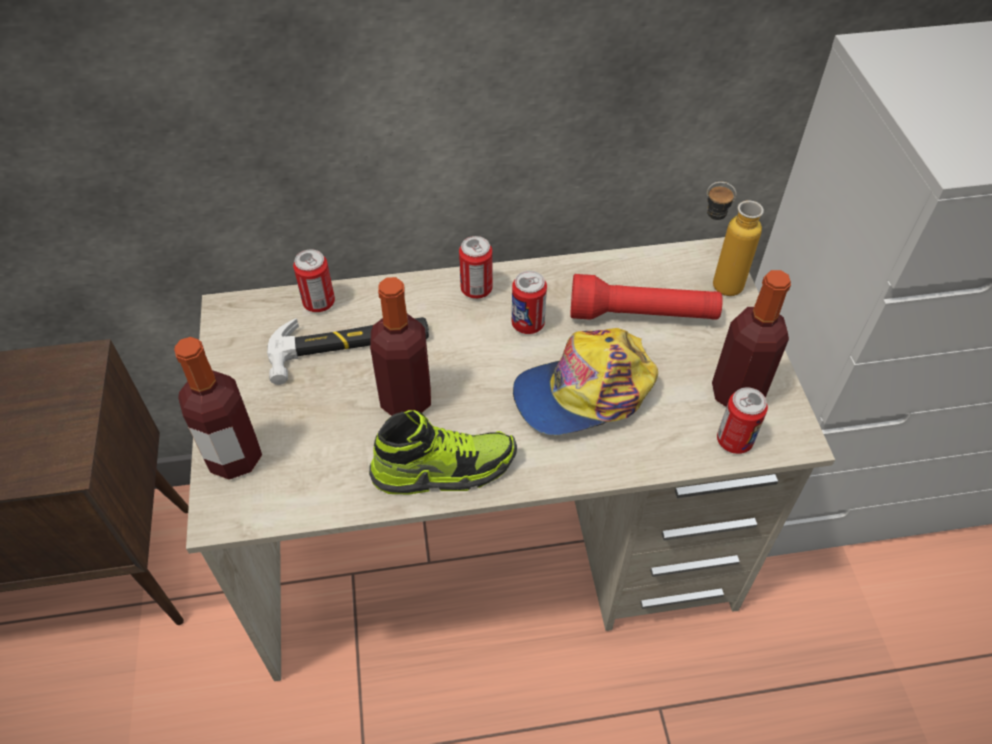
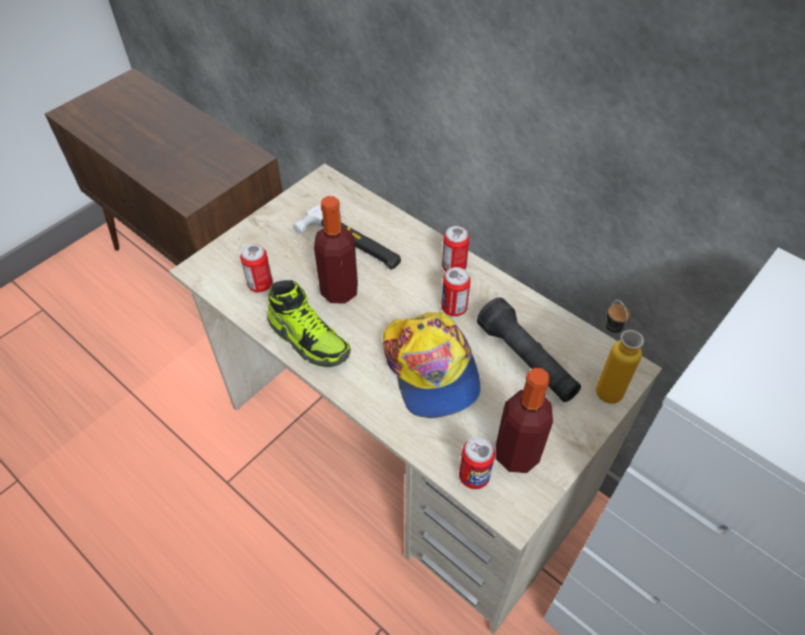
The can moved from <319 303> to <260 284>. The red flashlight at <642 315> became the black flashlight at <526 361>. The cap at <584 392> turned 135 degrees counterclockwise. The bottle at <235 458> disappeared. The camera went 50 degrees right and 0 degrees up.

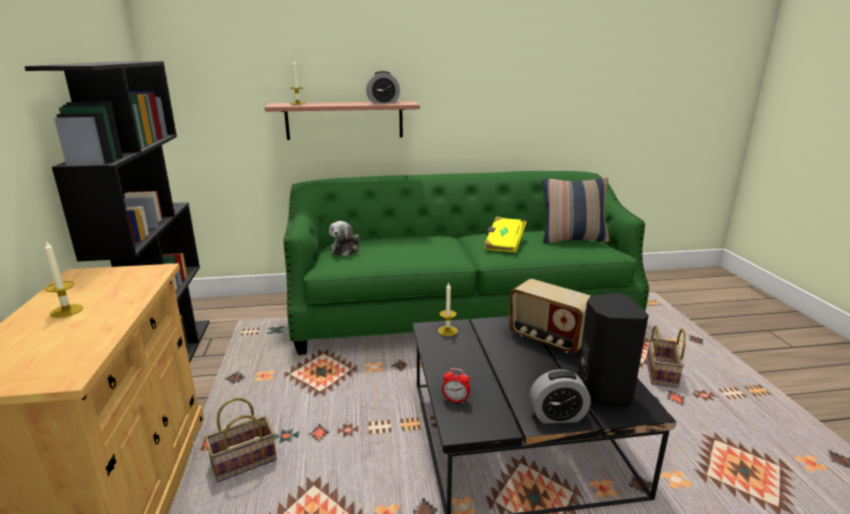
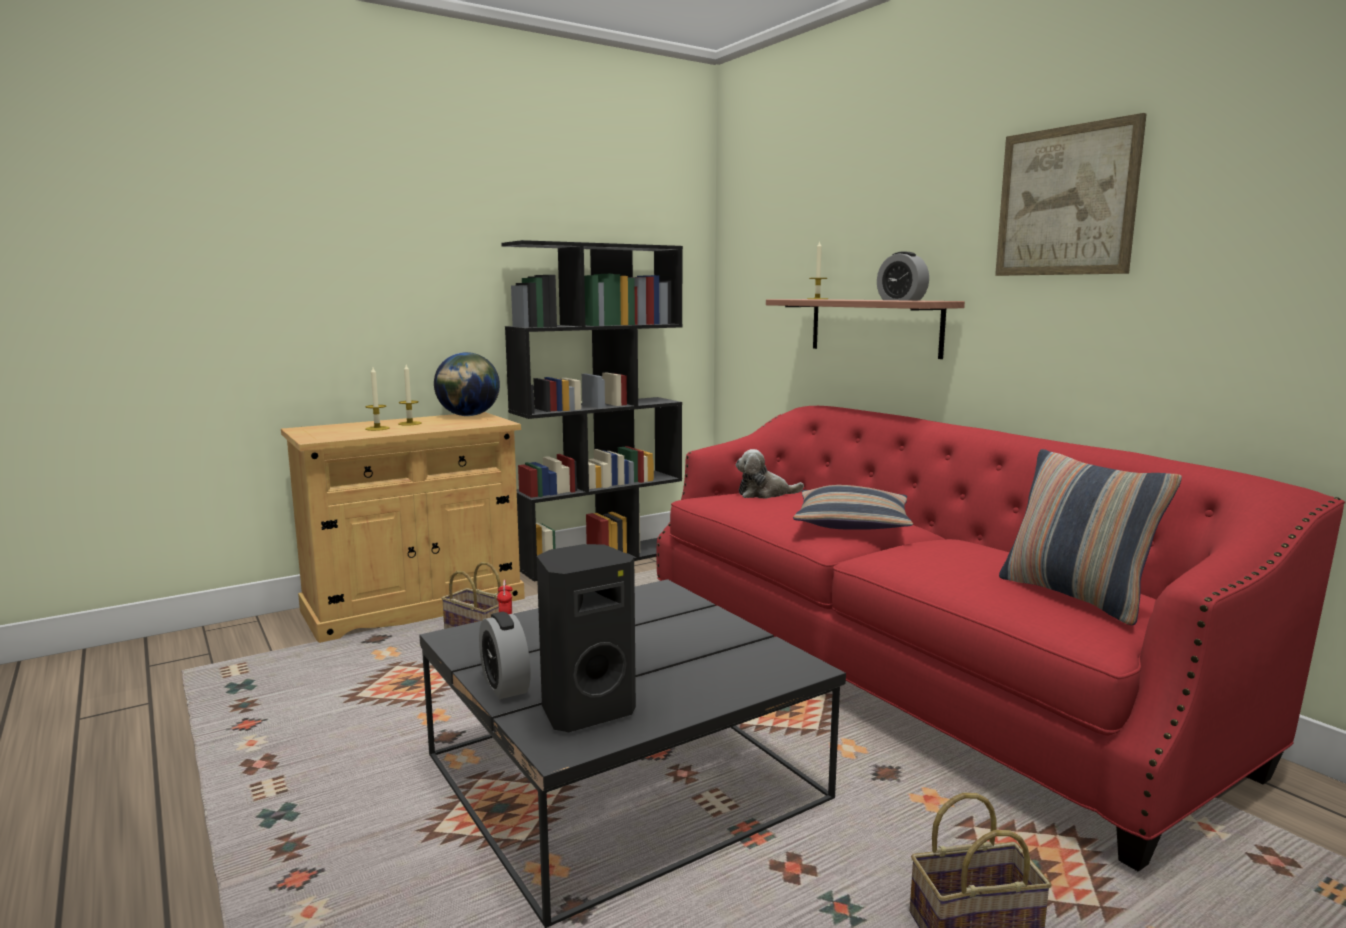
The green sofa at <460 312> became the red sofa at <909 671>. The yellow book at <503 244> disappeared. The radio at <548 339> disappeared. The candle moved from <447 331> to <377 428>. The picture at <1065 201> appeared. The globe at <468 416> appeared. The pillow at <852 523> appeared. The camera went 65 degrees right and 10 degrees down.

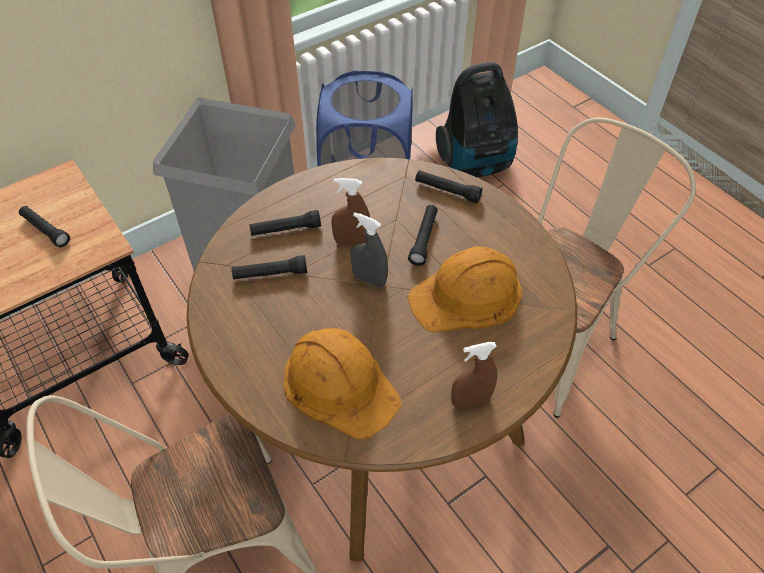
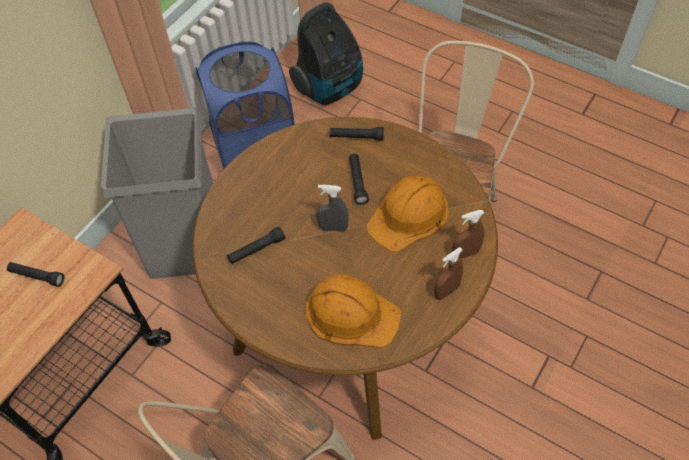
The brown spray bottle moved from <351 242> to <465 253>. The black flashlight at <286 230> disappeared. The camera went 20 degrees left and 5 degrees up.

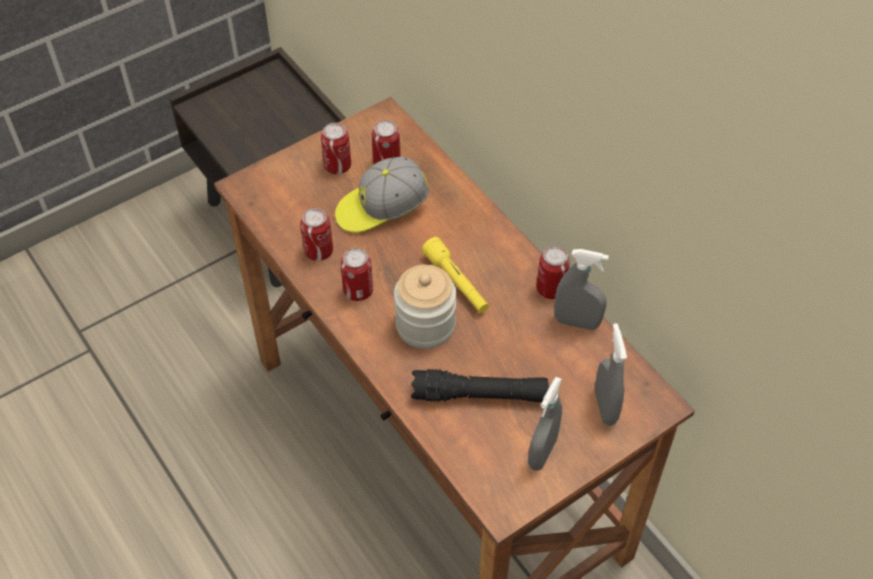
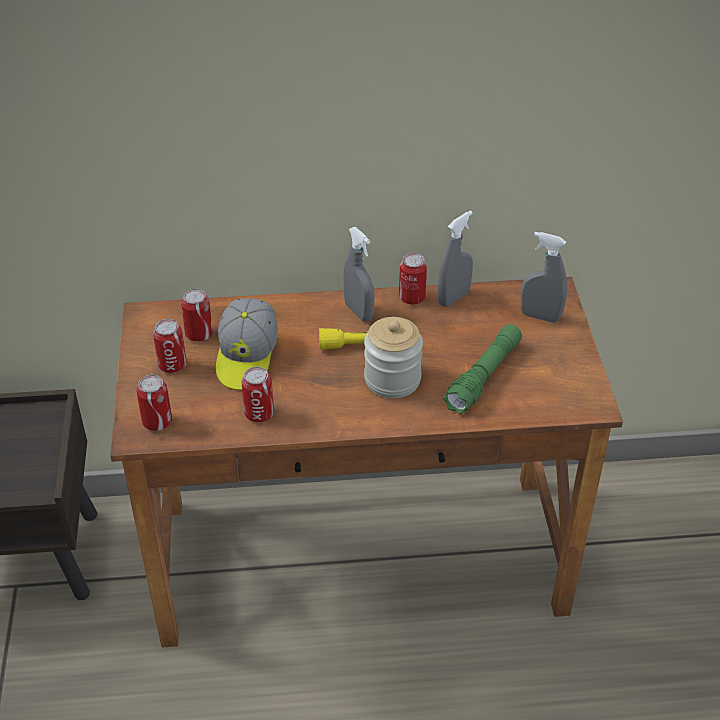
The can moved from <358 291> to <157 422>. The black flashlight at <479 395> became the green flashlight at <484 376>. The grey spray bottle moved from <542 452> to <358 312>. The camera went 60 degrees left and 10 degrees down.

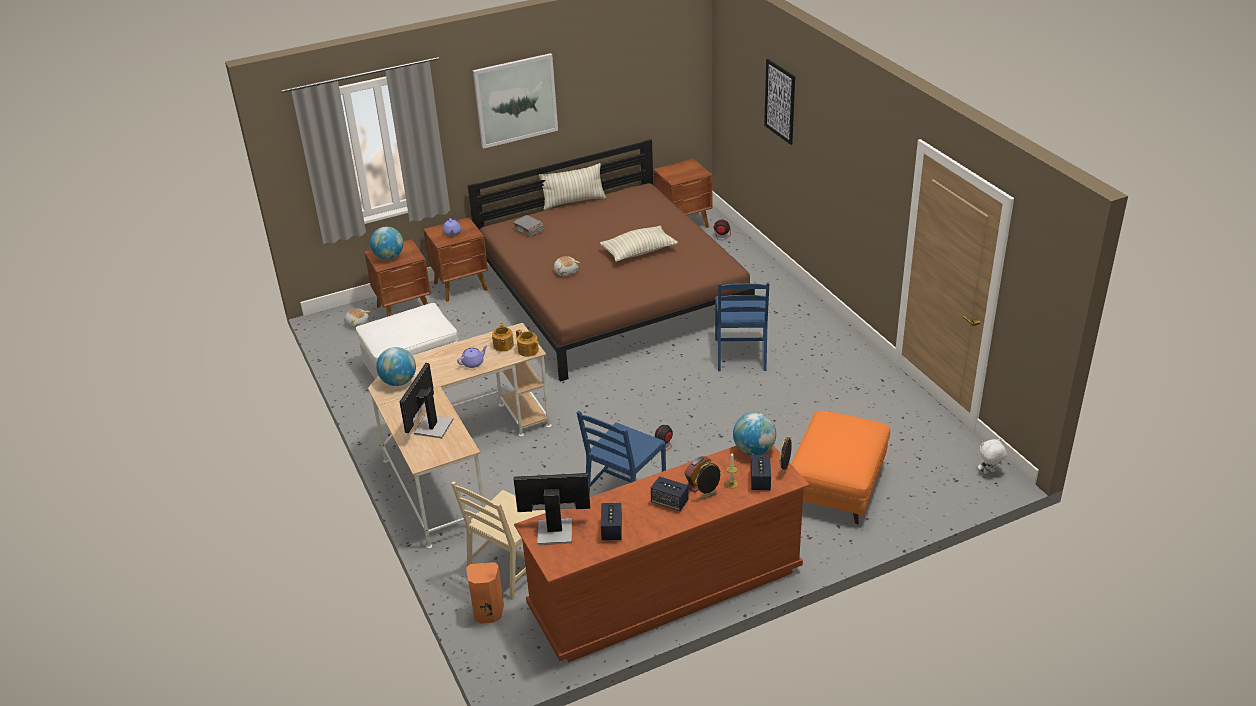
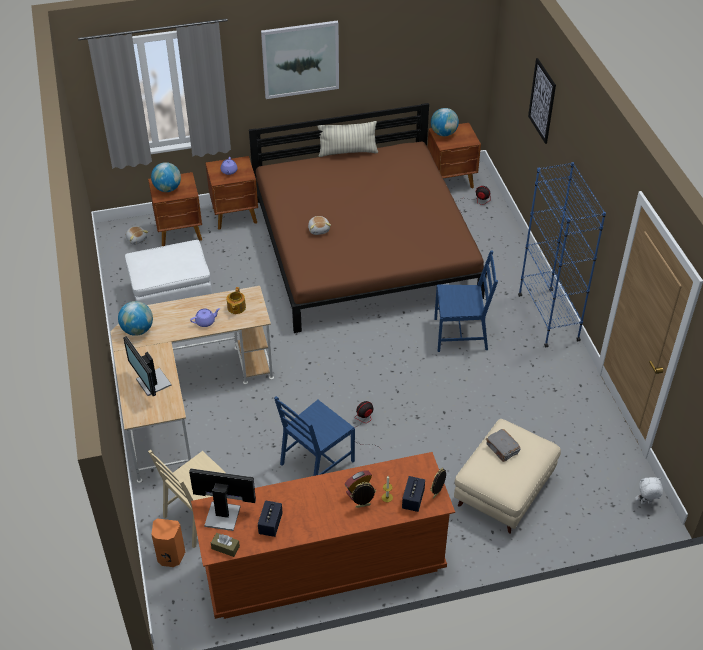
The grey book moved from <528 230> to <502 449>. The pillow at <639 252> disappeared. The blue chair at <741 355> turned 105 degrees counterclockwise. The teapot at <528 351> disappeared. The monitor at <431 427> turned 60 degrees counterclockwise. The orange ottoman at <837 487> became the beige ottoman at <504 491>. The globe moved from <754 450> to <443 133>. The speaker at <669 502> disappeared. The blue bookcase at <548 317> appeared. The brown tissue box at <225 547> appeared. The camera went 10 degrees right and 10 degrees up.

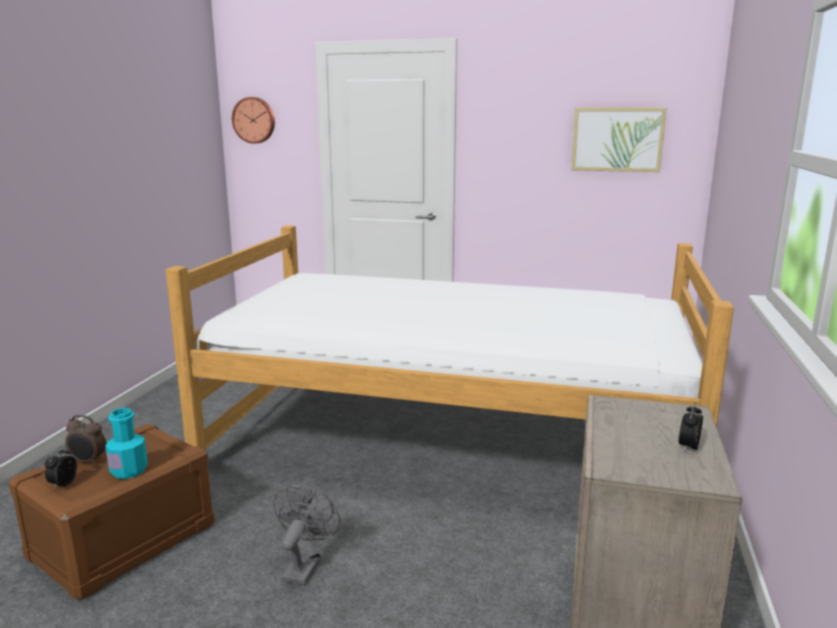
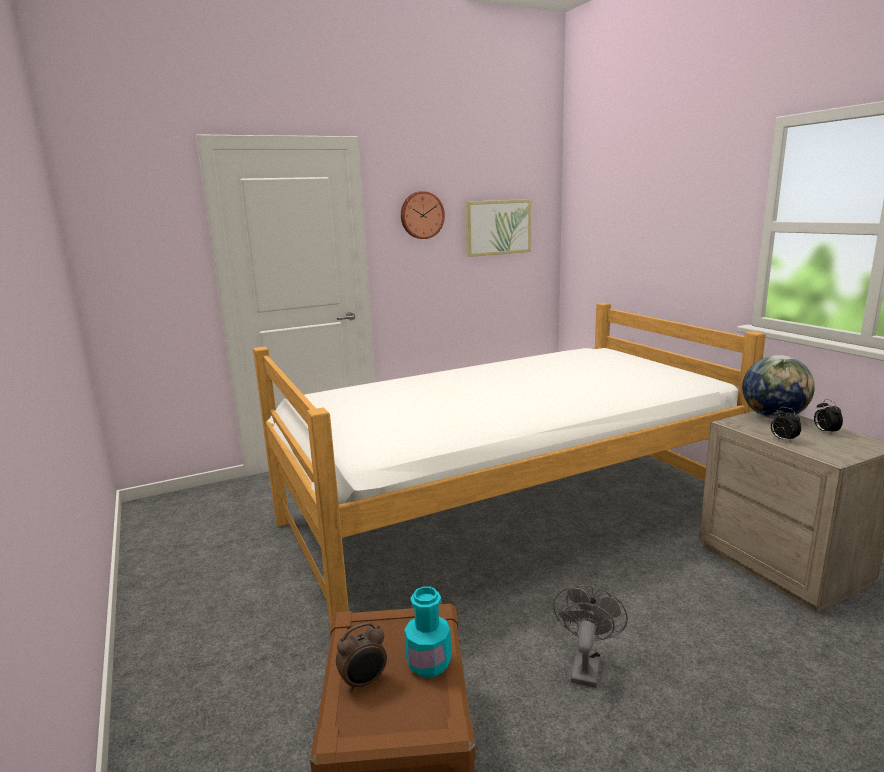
The wall clock moved from <254 120> to <421 215>. The alarm clock moved from <63 484> to <783 440>. The grey fan at <304 566> turned 45 degrees clockwise. The globe at <773 417> appeared. The camera went 40 degrees left and 0 degrees up.

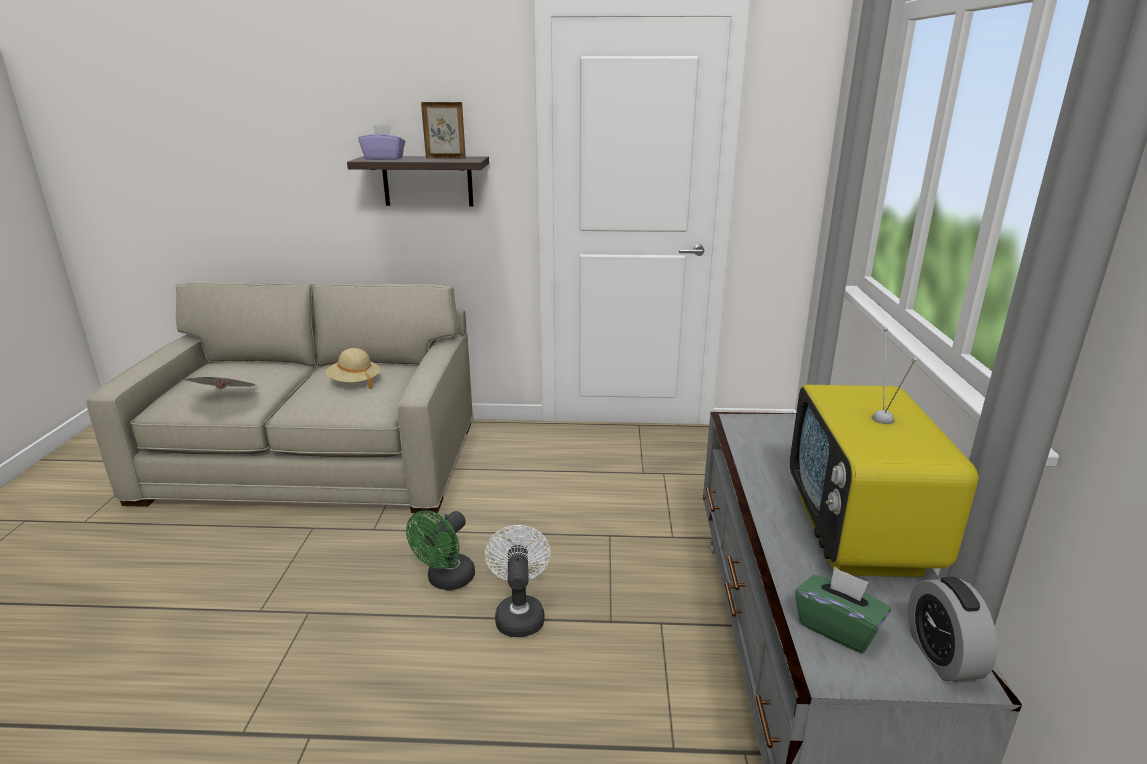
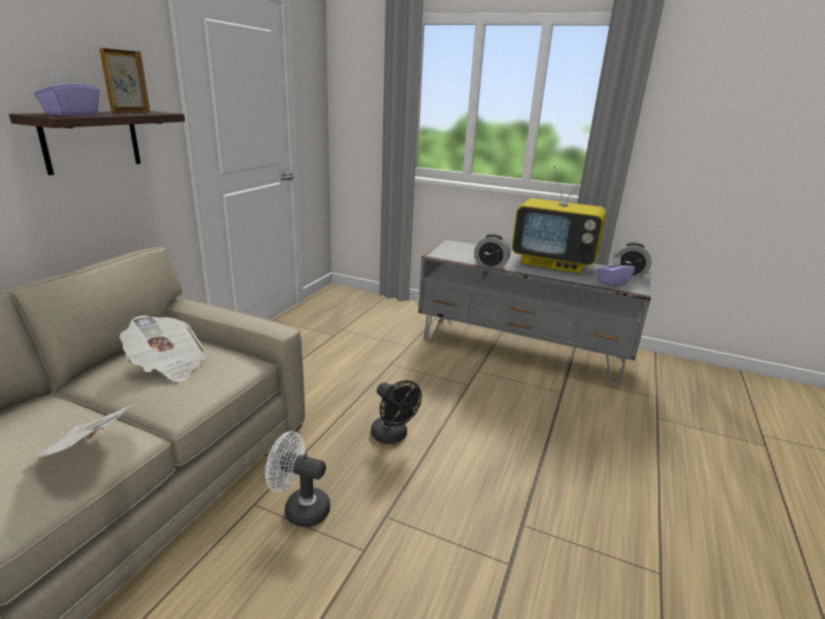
The beige hat at <354 382> was replaced by the newspaper at <168 365>. The green fan at <446 581> became the black fan at <393 436>. The white fan moved from <519 614> to <300 508>. The green tissue box at <837 628> became the purple tissue box at <612 282>. The alarm clock at <490 265> appeared. The camera went 70 degrees left and 0 degrees up.

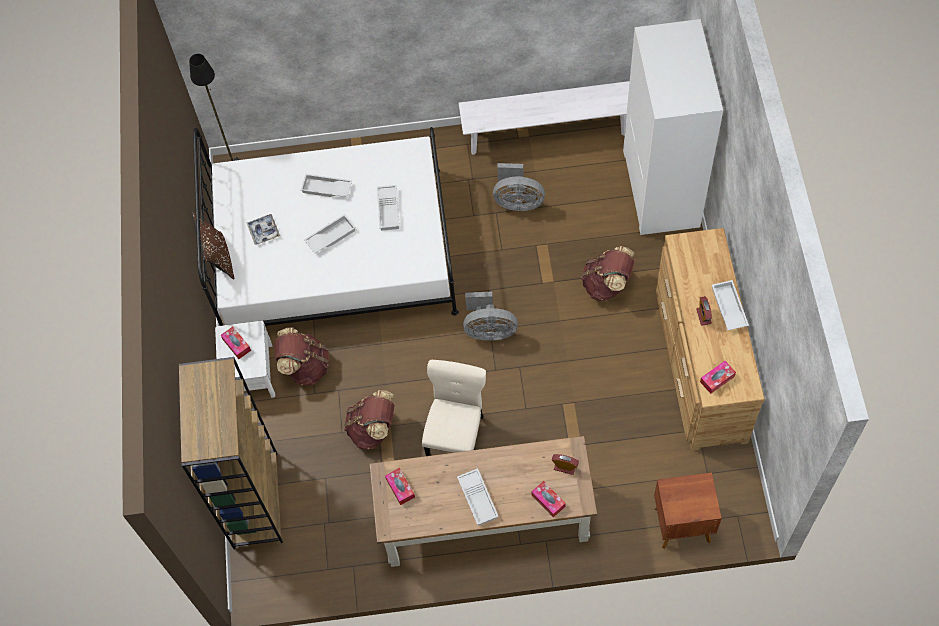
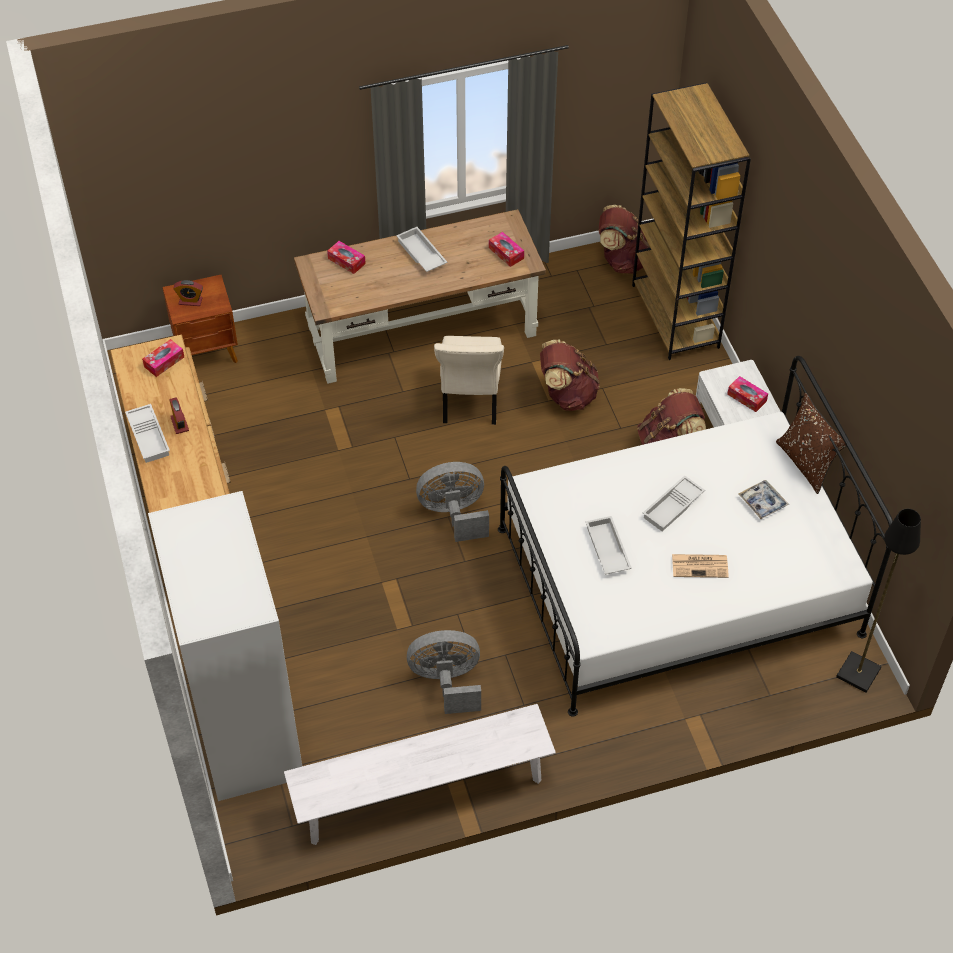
The white tray at <326 189> was replaced by the newspaper at <700 566>. The brown backpack moved from <607 285> to <622 260>. The alarm clock moved from <564 467> to <190 301>. The camera went 165 degrees right and 10 degrees down.

